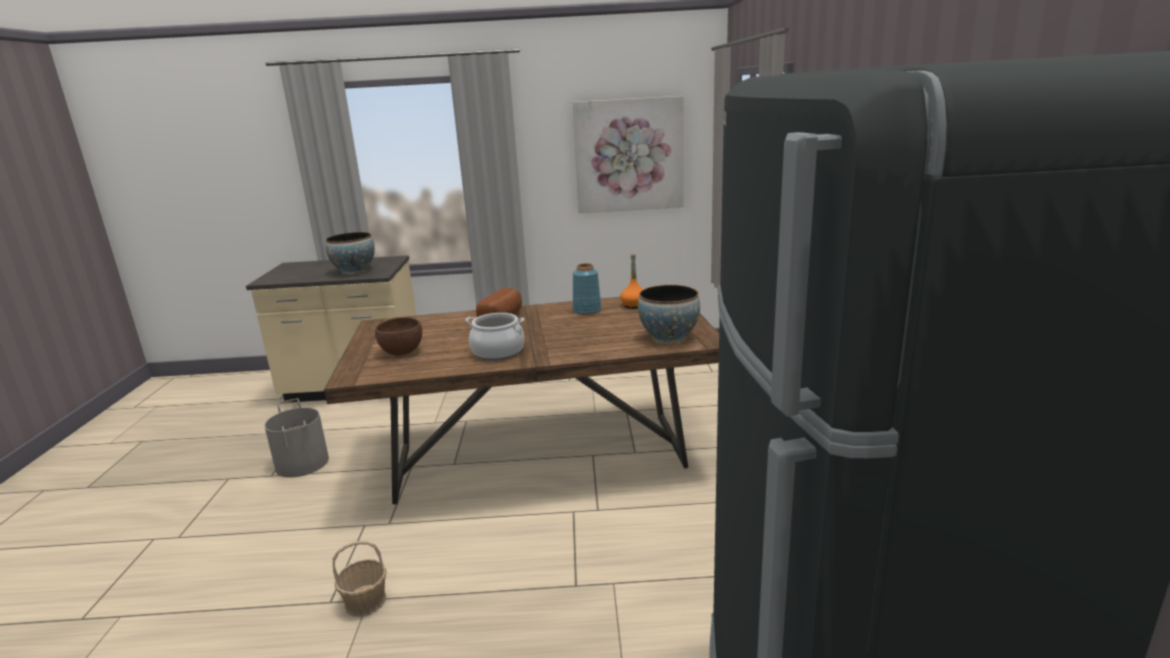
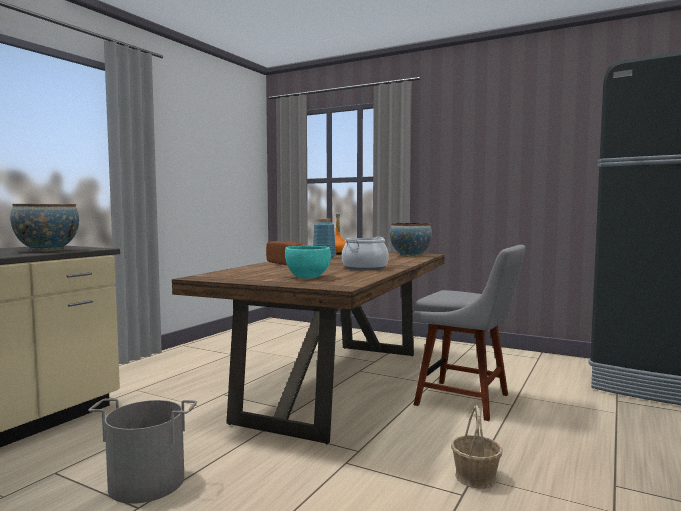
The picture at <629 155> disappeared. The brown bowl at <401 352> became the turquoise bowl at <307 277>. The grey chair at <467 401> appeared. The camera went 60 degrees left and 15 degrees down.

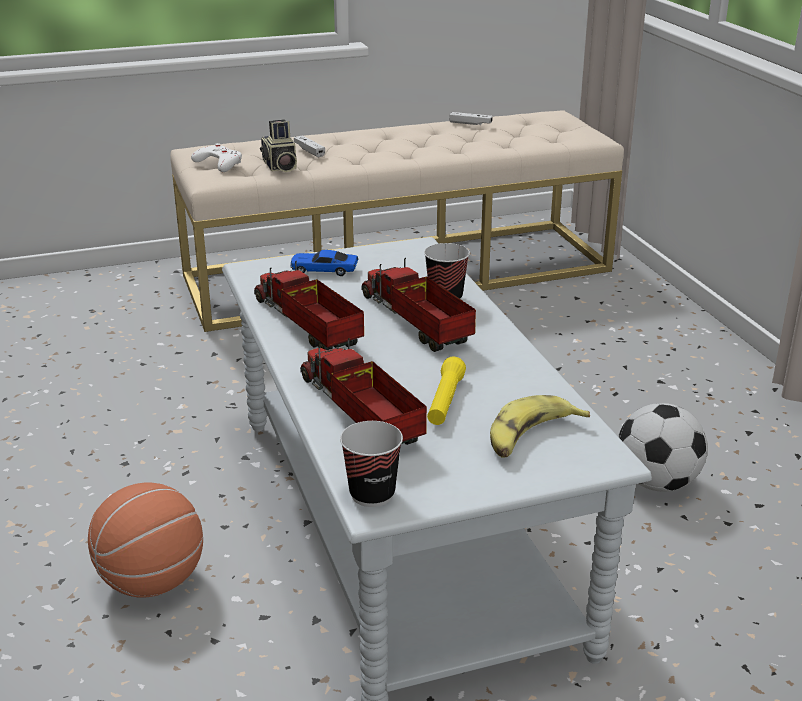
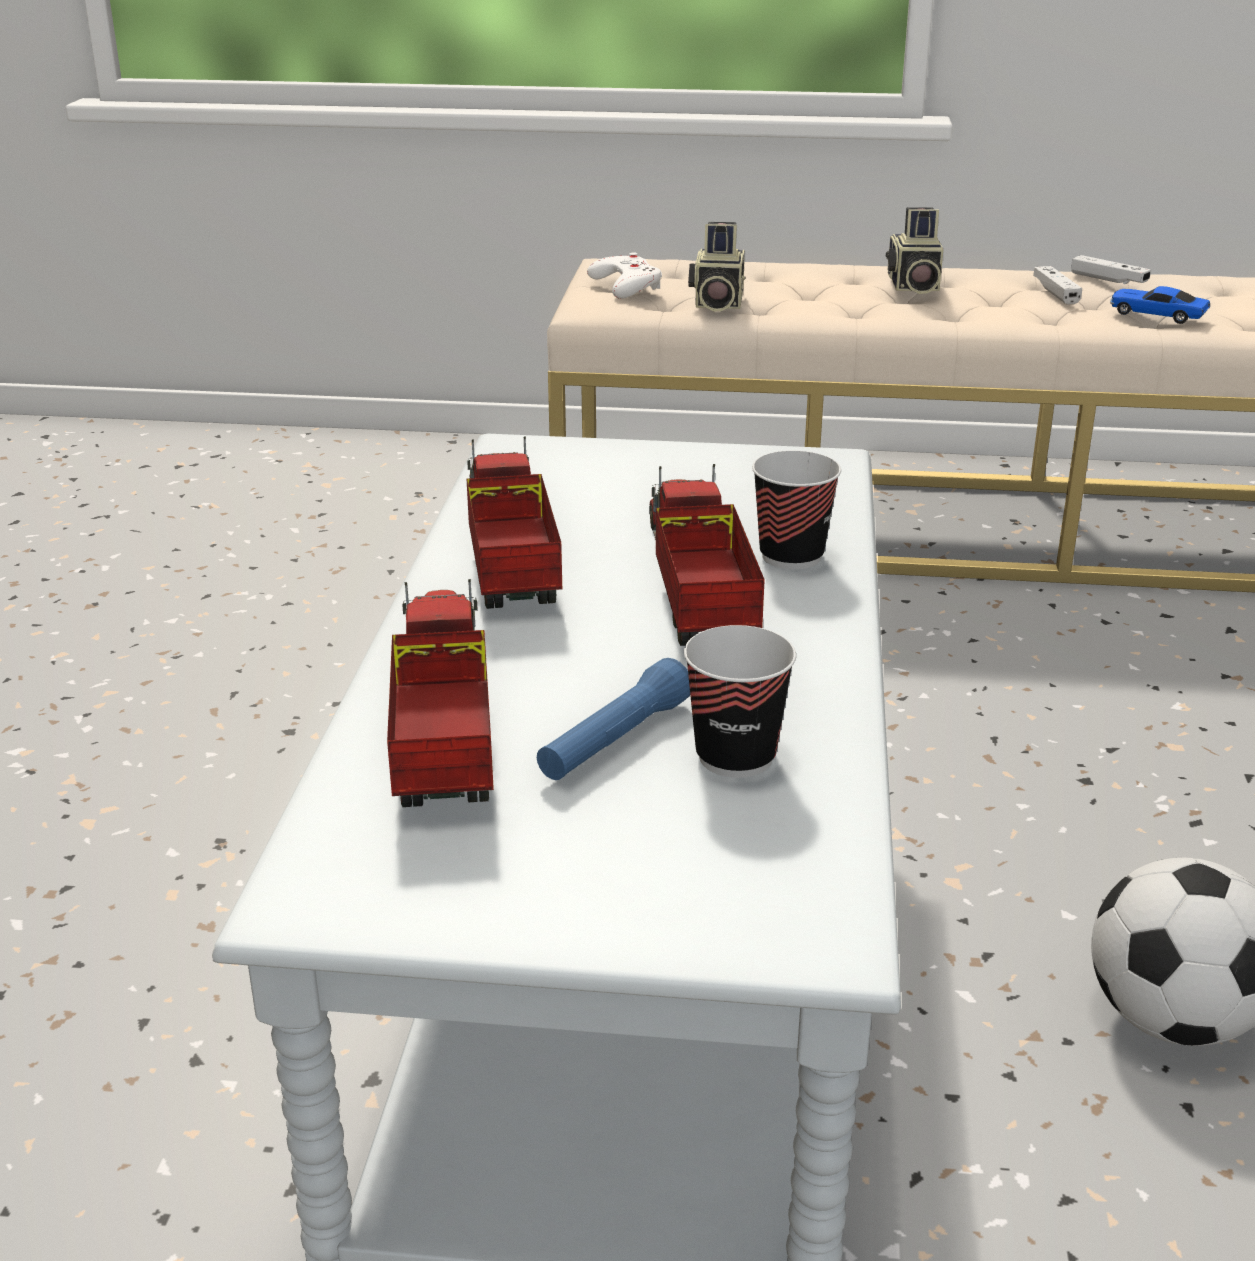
The white game controller moved from <309 151> to <1055 293>. The toy car moved from <323 270> to <1156 315>. The yellow flashlight at <445 401> became the blue flashlight at <615 740>. The banana at <531 437> disappeared. The cup moved from <372 494> to <735 757>. The basketball at <152 581> disappeared. The photo camera at <912 286> appeared. The camera went 25 degrees right and 0 degrees up.

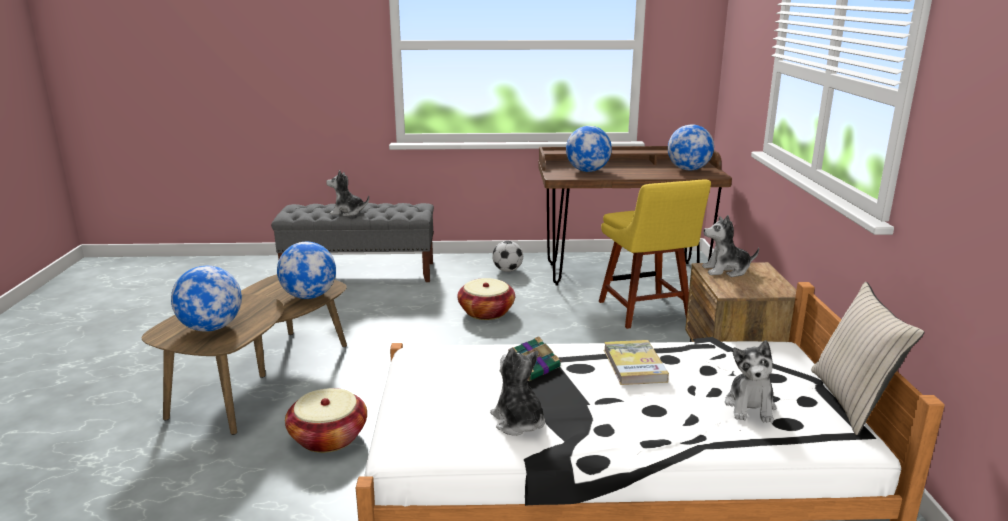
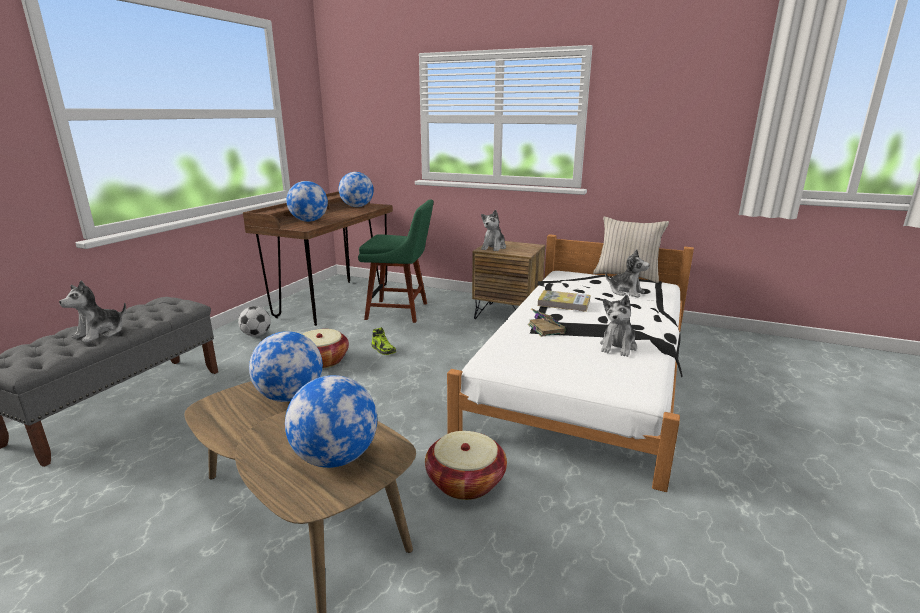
The yellow chair at <646 312> became the green chair at <400 311>. The plush toy at <518 422> turned 60 degrees counterclockwise. The shoe at <383 350> appeared. The camera went 65 degrees left and 0 degrees up.

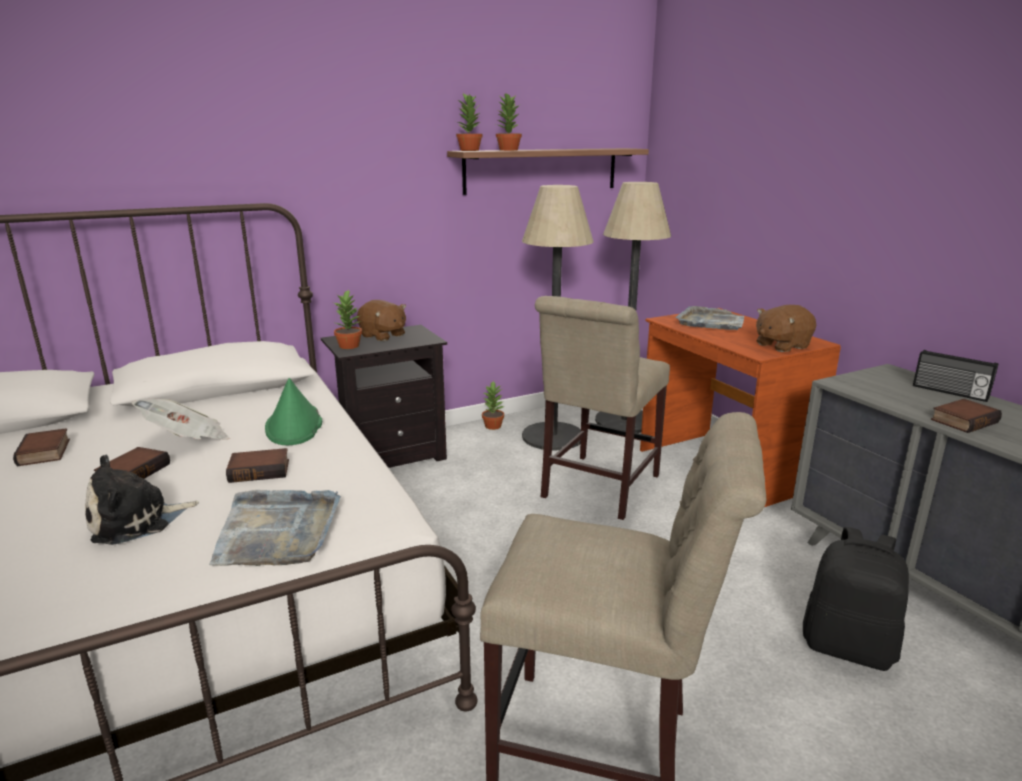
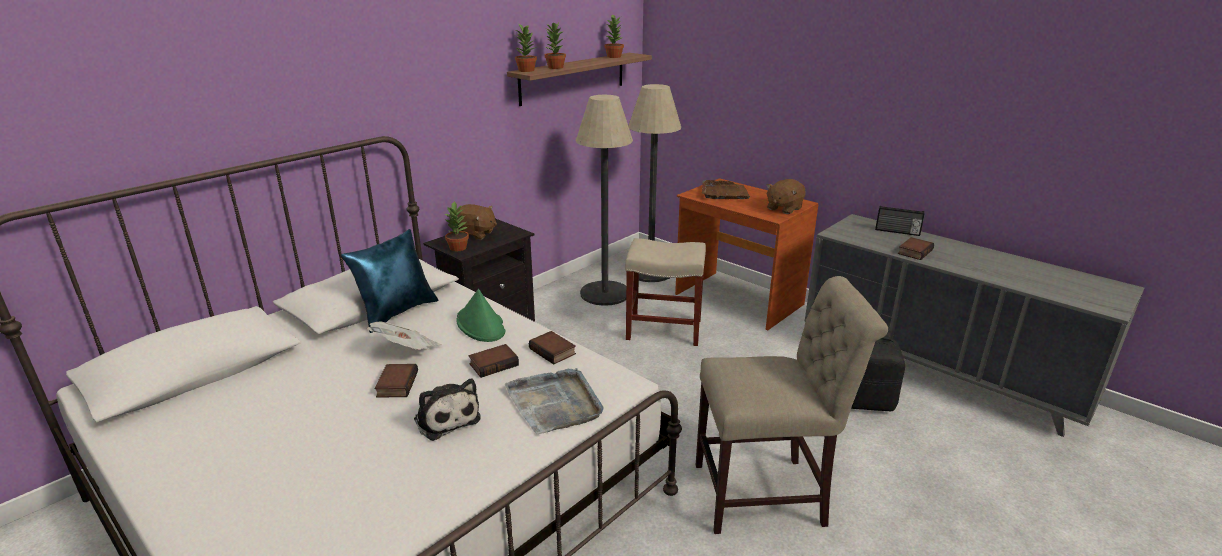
The beige chair at <597 489> was replaced by the beige stool at <662 329>. The grey tray at <711 322> became the brown tray at <724 193>. The potted plant moved from <493 426> to <614 57>. The book moved from <46 452> to <554 351>. The plush toy at <137 521> turned 75 degrees counterclockwise. The blue pillow at <397 312> appeared. The camera went 20 degrees left and 5 degrees up.

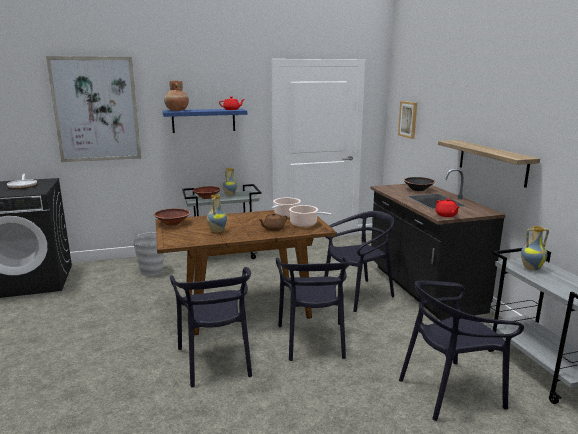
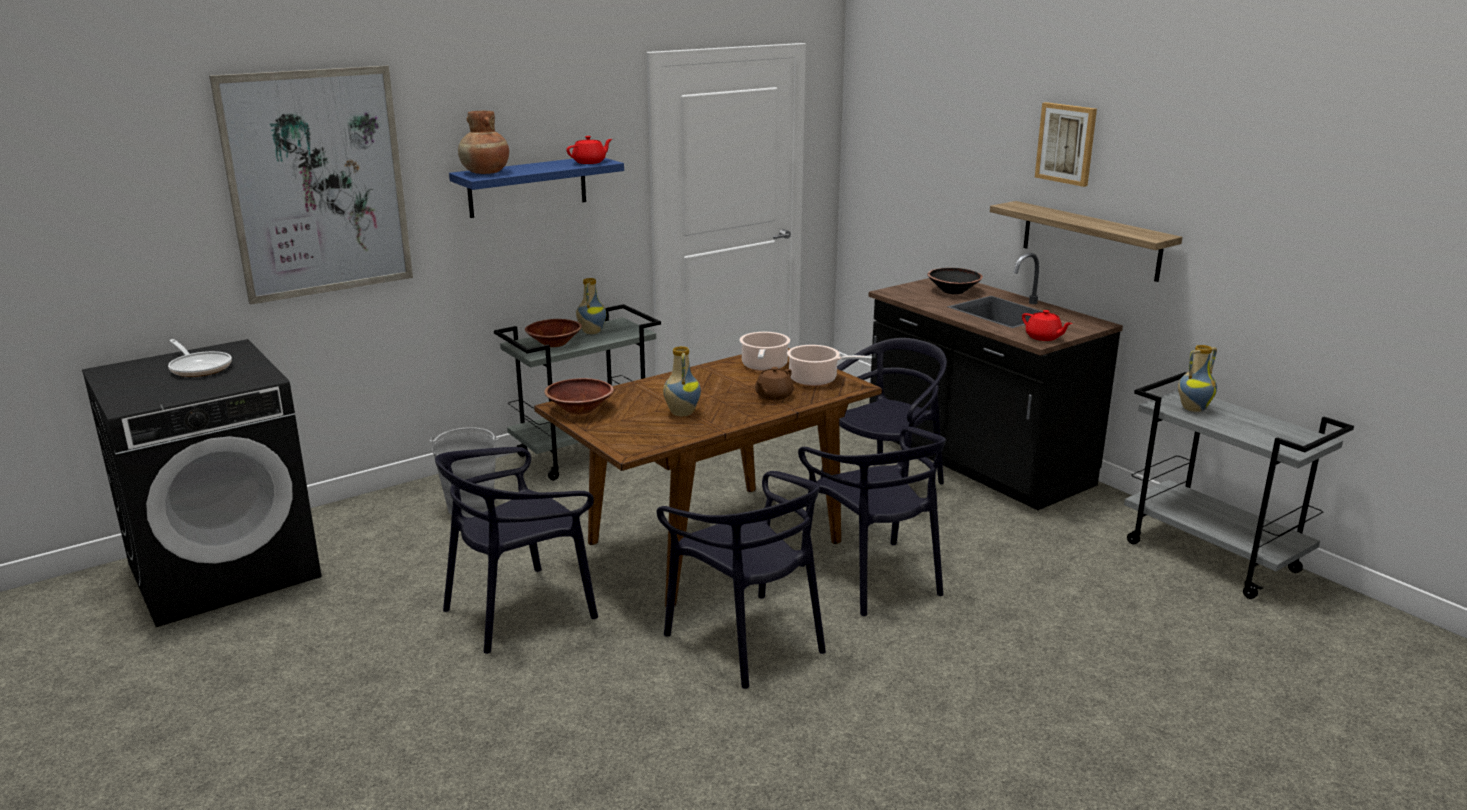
The picture moved from <408 119> to <1066 143>. The black chair moved from <450 391> to <519 610>. The camera went 20 degrees left and 5 degrees up.

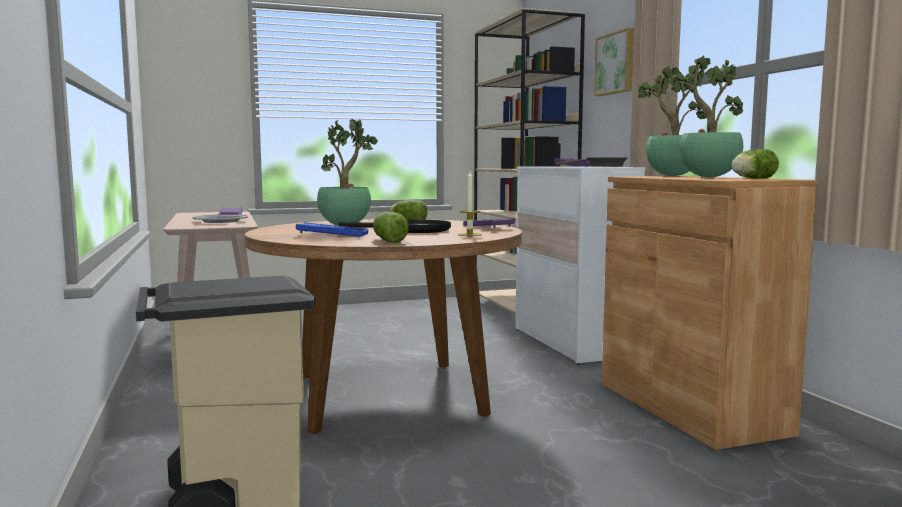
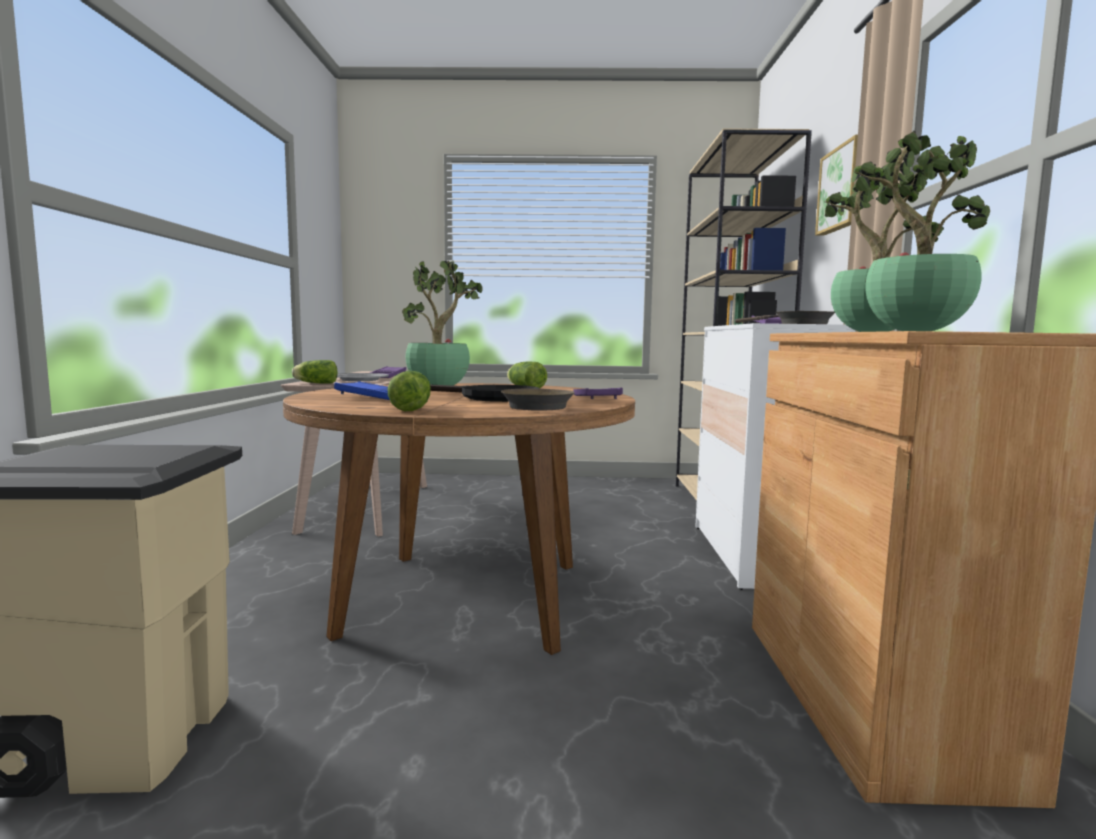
The lettuce moved from <751 179> to <315 383>. The candle at <469 234> was replaced by the brown frying pan at <539 406>. The camera went 20 degrees right and 0 degrees up.

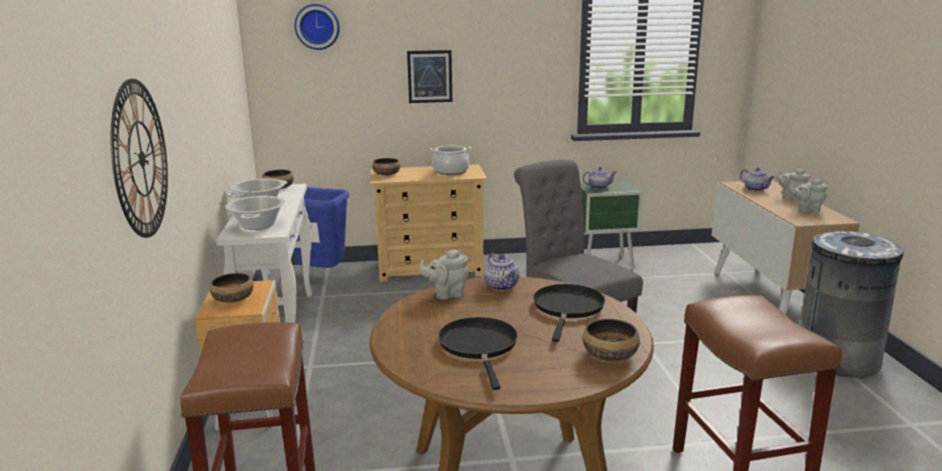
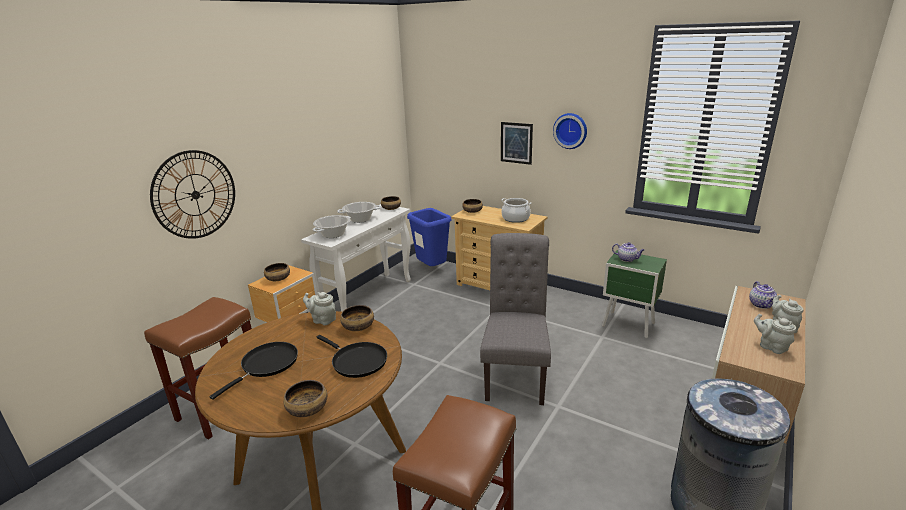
The wall clock moved from <317 26> to <570 130>. The teapot at <502 286> was replaced by the bowl at <358 327>. The black frying pan at <568 308> turned 75 degrees clockwise. The camera went 40 degrees right and 5 degrees up.

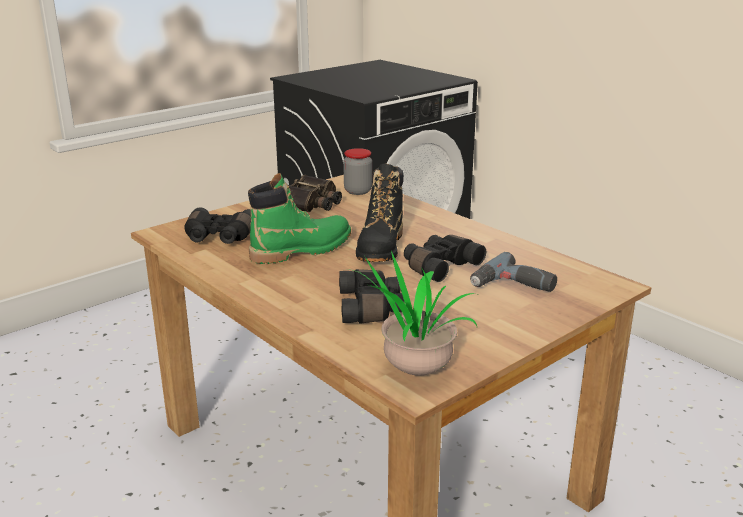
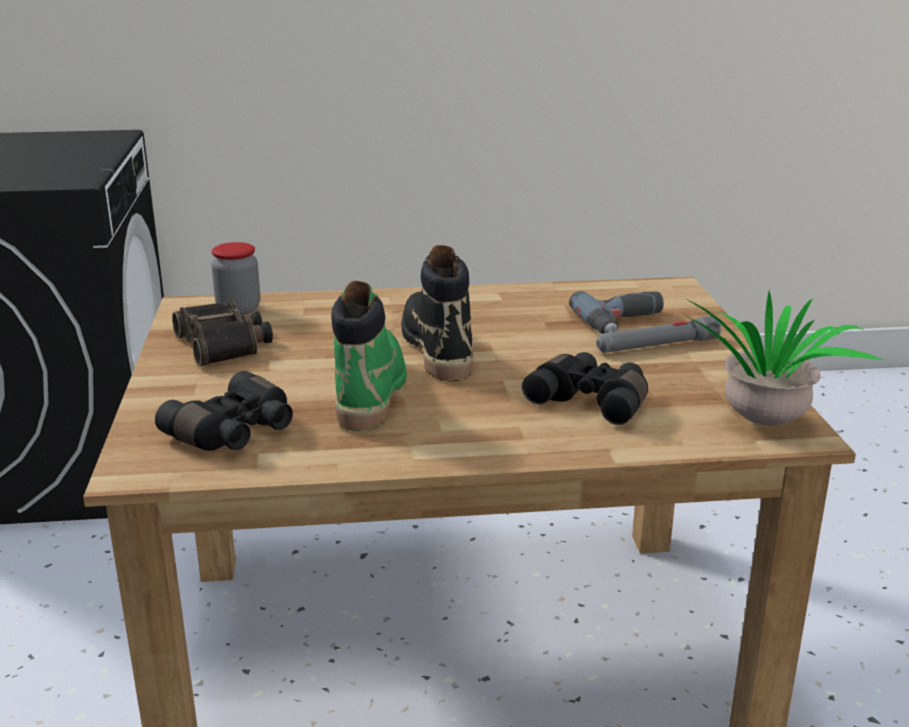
The black boot at <381 248> turned 150 degrees counterclockwise. The black binoculars at <439 266> disappeared. The grey flashlight at <657 346> appeared. The camera went 55 degrees left and 0 degrees up.

